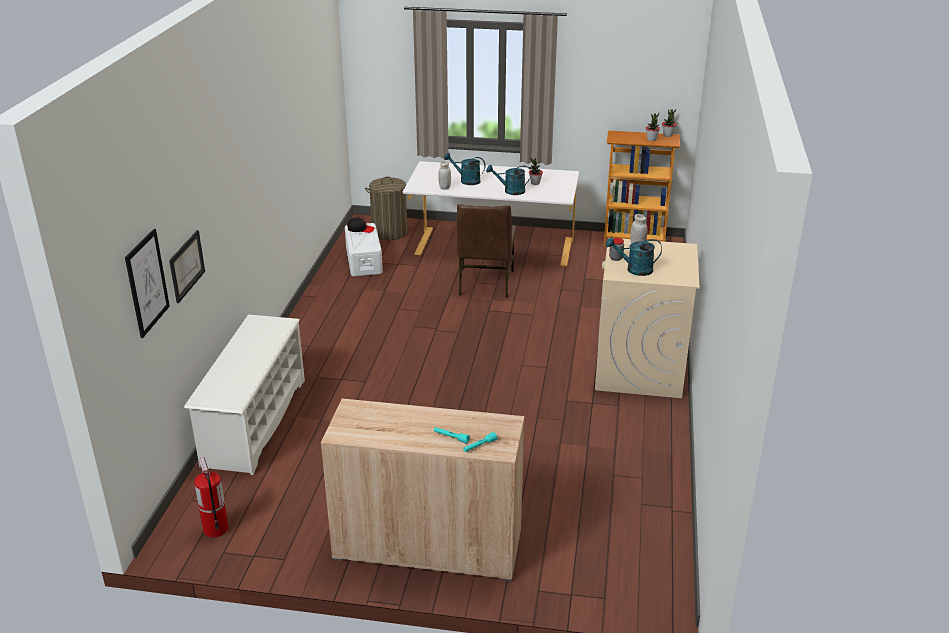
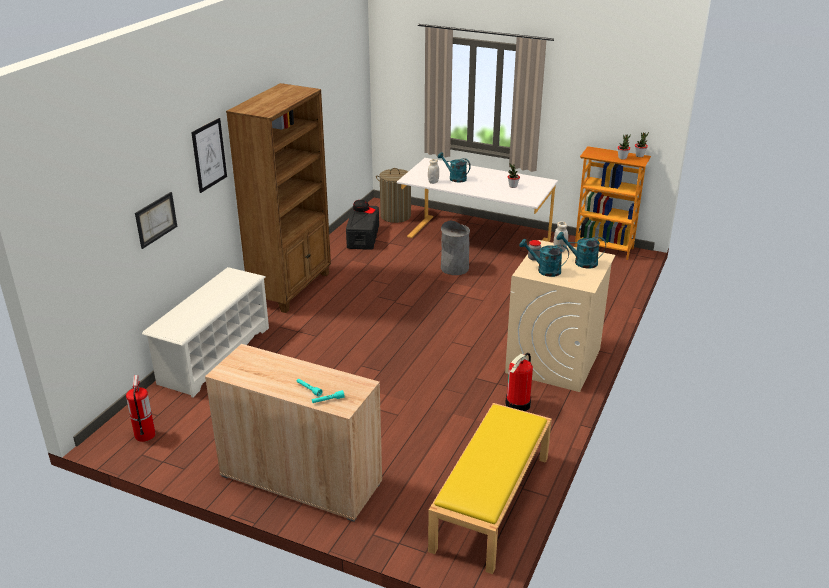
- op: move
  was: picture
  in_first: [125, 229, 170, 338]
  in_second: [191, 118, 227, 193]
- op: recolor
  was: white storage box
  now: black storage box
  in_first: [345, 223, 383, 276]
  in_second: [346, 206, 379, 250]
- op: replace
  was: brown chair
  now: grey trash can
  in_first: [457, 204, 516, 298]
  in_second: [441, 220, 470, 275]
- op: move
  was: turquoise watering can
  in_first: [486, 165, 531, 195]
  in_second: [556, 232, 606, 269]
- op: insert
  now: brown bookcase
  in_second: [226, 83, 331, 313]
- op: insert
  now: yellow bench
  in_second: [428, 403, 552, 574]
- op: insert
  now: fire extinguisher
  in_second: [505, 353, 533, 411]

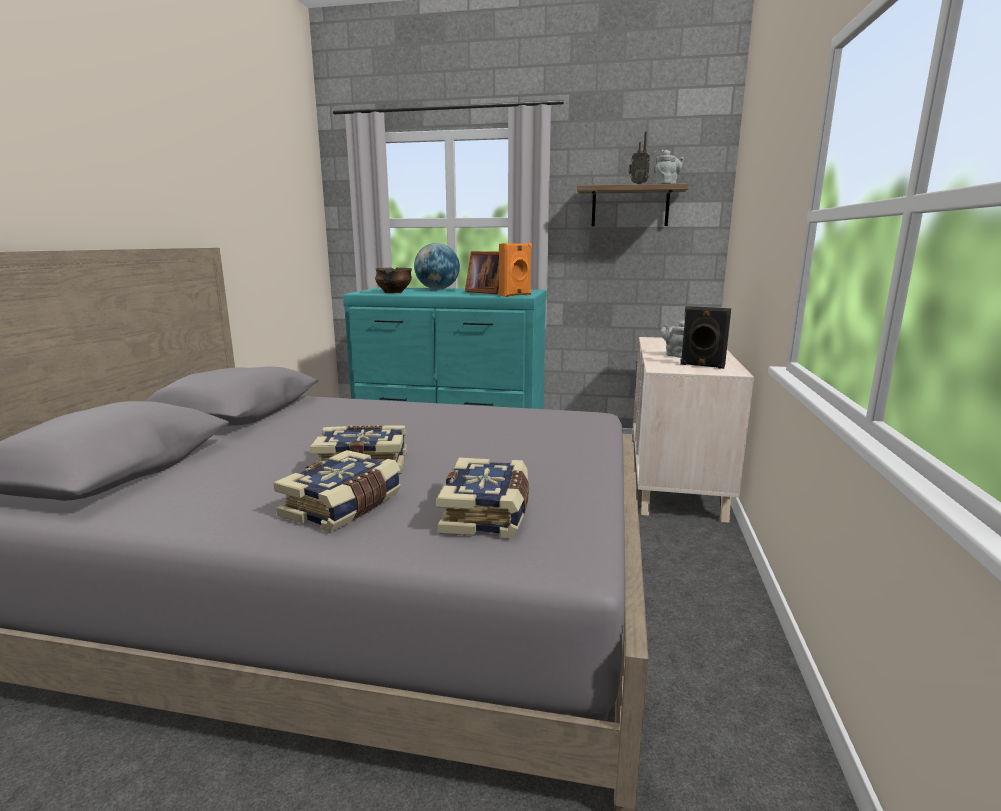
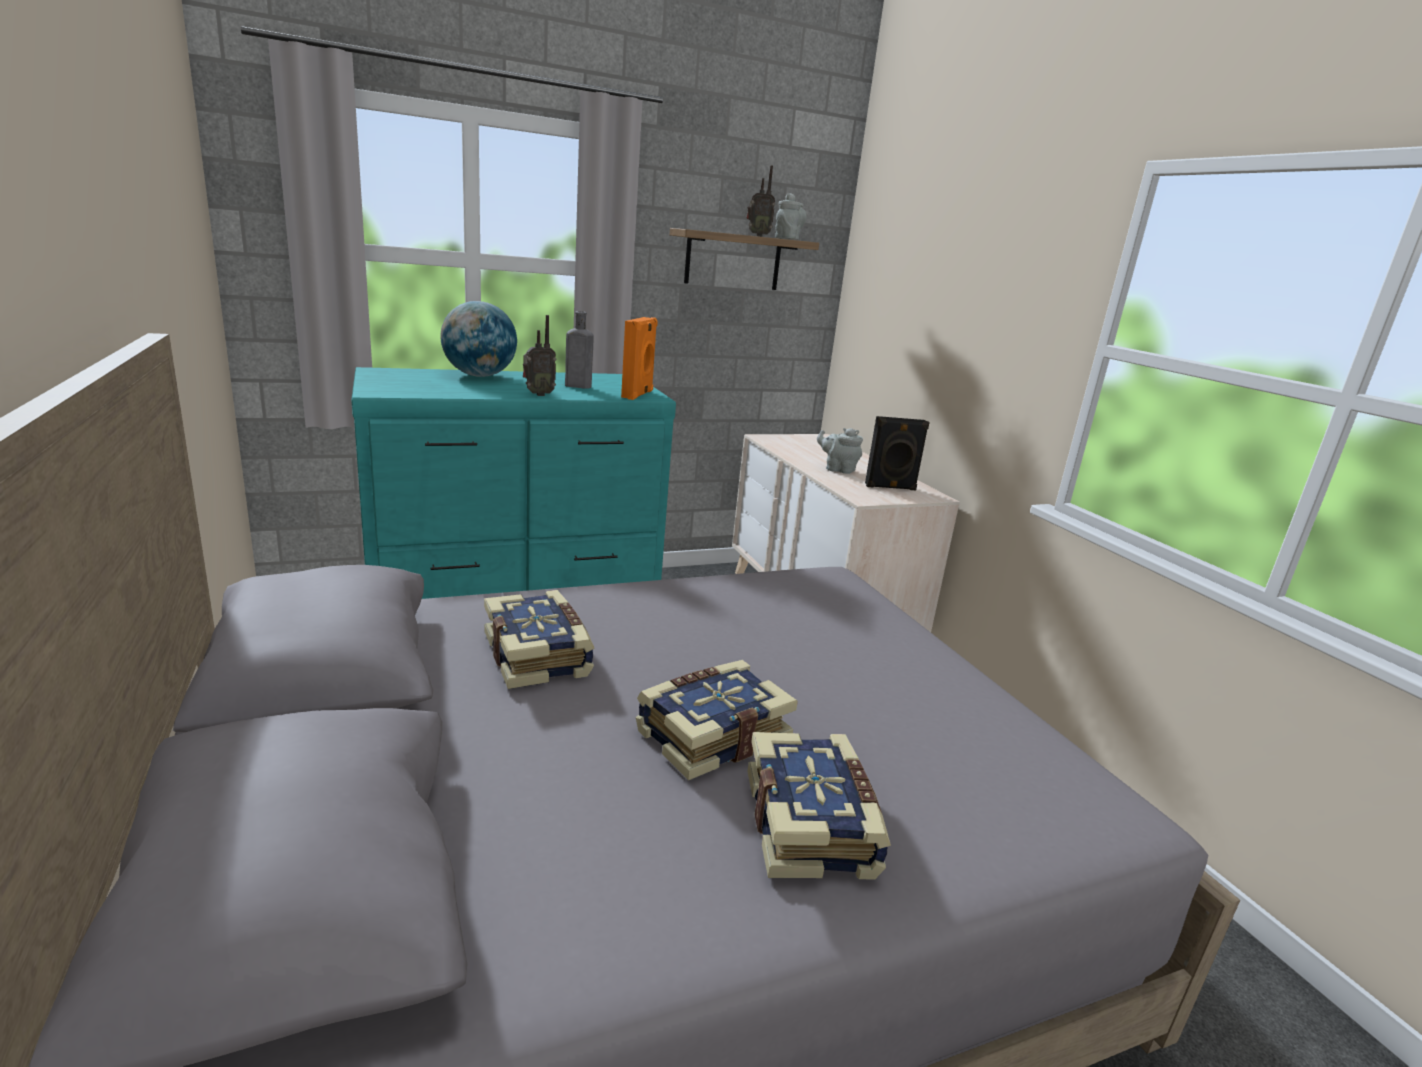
- op: delete
  was: bowl
  in_first: [375, 268, 412, 293]
- op: move
  was: book
  in_first: [437, 458, 529, 538]
  in_second: [484, 590, 594, 689]
- op: replace
  was: picture frame
  now: grey bottle
  in_first: [465, 251, 499, 294]
  in_second: [565, 311, 594, 389]
- op: insert
  now: radio
  in_second: [523, 315, 556, 396]

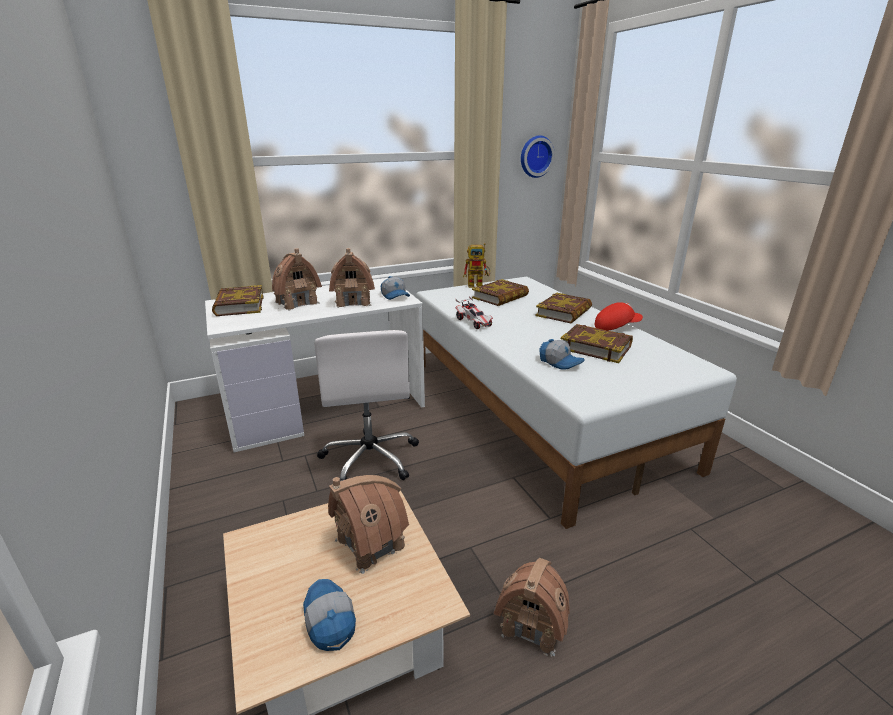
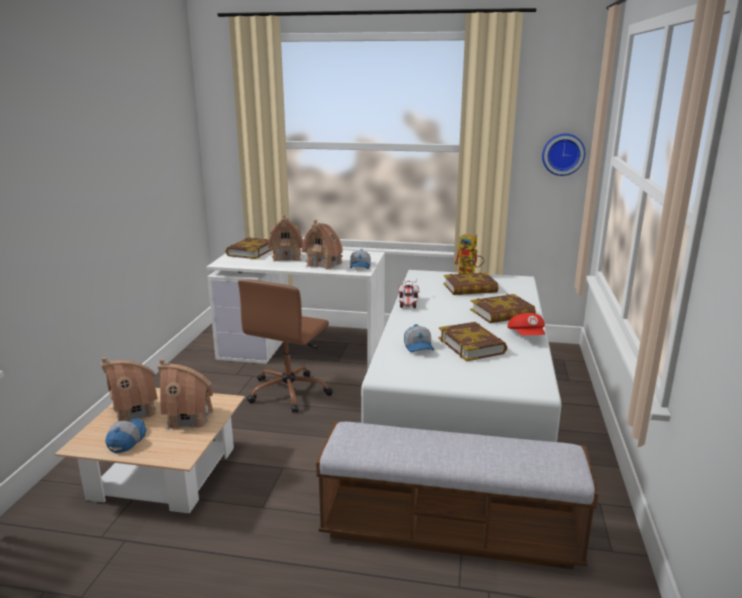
- op: recolor
  was: white office chair
  now: brown office chair
  in_first: [314, 330, 419, 481]
  in_second: [238, 279, 333, 413]
- op: move
  was: toy house
  in_first: [493, 558, 570, 657]
  in_second: [100, 357, 158, 421]
- op: rotate
  was: red cap
  in_first: [595, 302, 643, 331]
  in_second: [507, 313, 545, 335]
  clockwise: 60
- op: insert
  now: bench
  in_second: [316, 421, 598, 570]

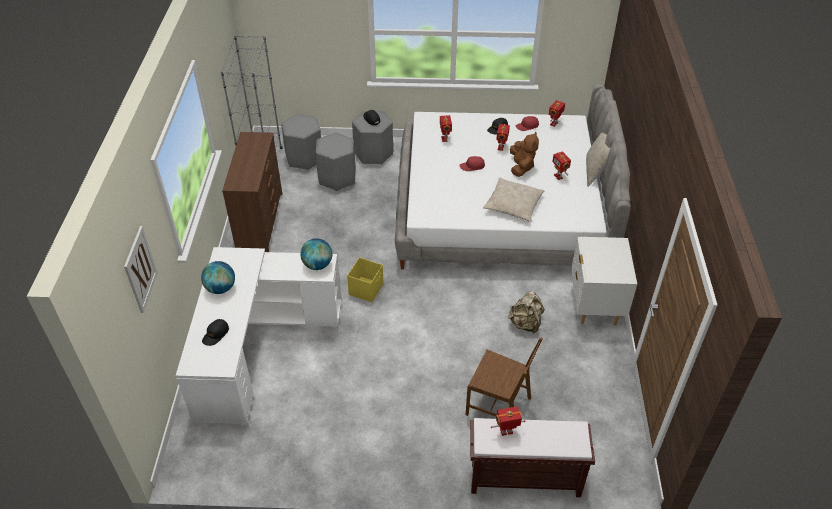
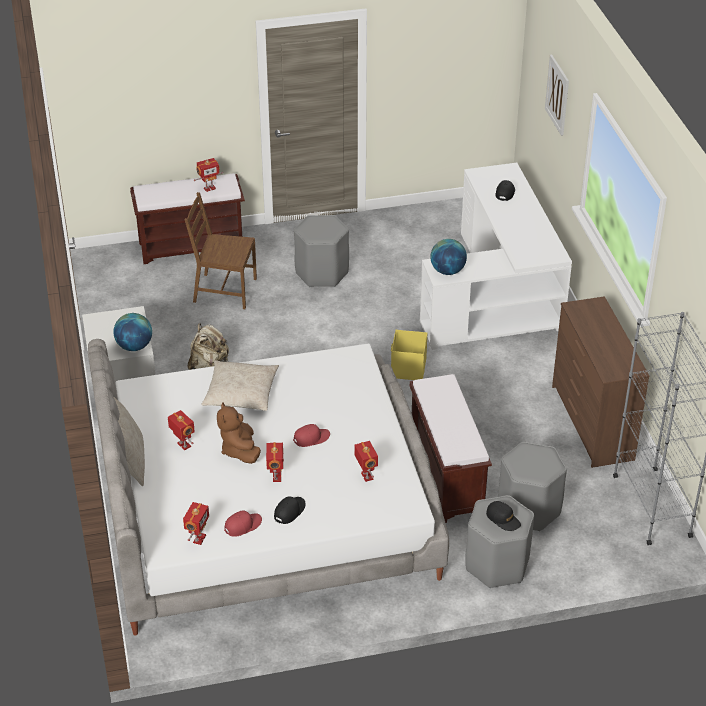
- op: move
  was: globe
  in_first: [201, 261, 235, 294]
  in_second: [113, 313, 152, 351]
- op: move
  was: grey stool
  in_first: [281, 114, 321, 170]
  in_second: [294, 215, 349, 287]
- op: insert
  now: brown bench
  in_second: [409, 374, 492, 523]

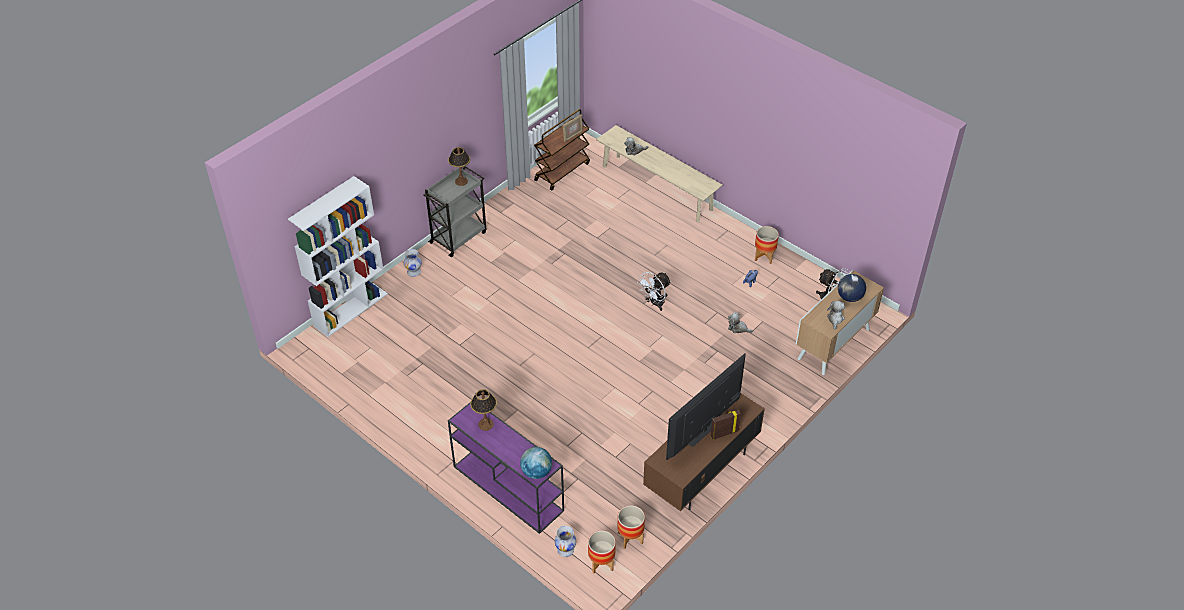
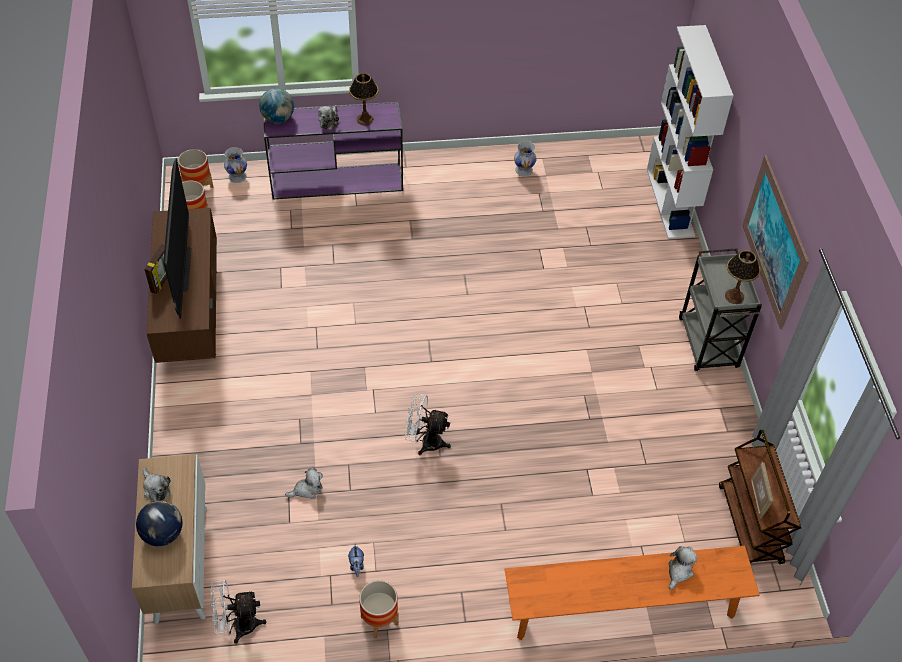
- op: move
  was: white vase
  in_first: [404, 249, 422, 277]
  in_second: [514, 141, 537, 176]
- op: recolor
  was: beige bench
  now: orange bench
  in_first: [596, 125, 723, 222]
  in_second: [505, 546, 760, 640]
- op: rotate
  was: white fan
  in_first: [637, 272, 671, 311]
  in_second: [405, 393, 451, 455]
  clockwise: -75
- op: insert
  now: plush toy
  in_second: [318, 105, 339, 130]
- op: insert
  now: picture
  in_second: [742, 155, 809, 329]

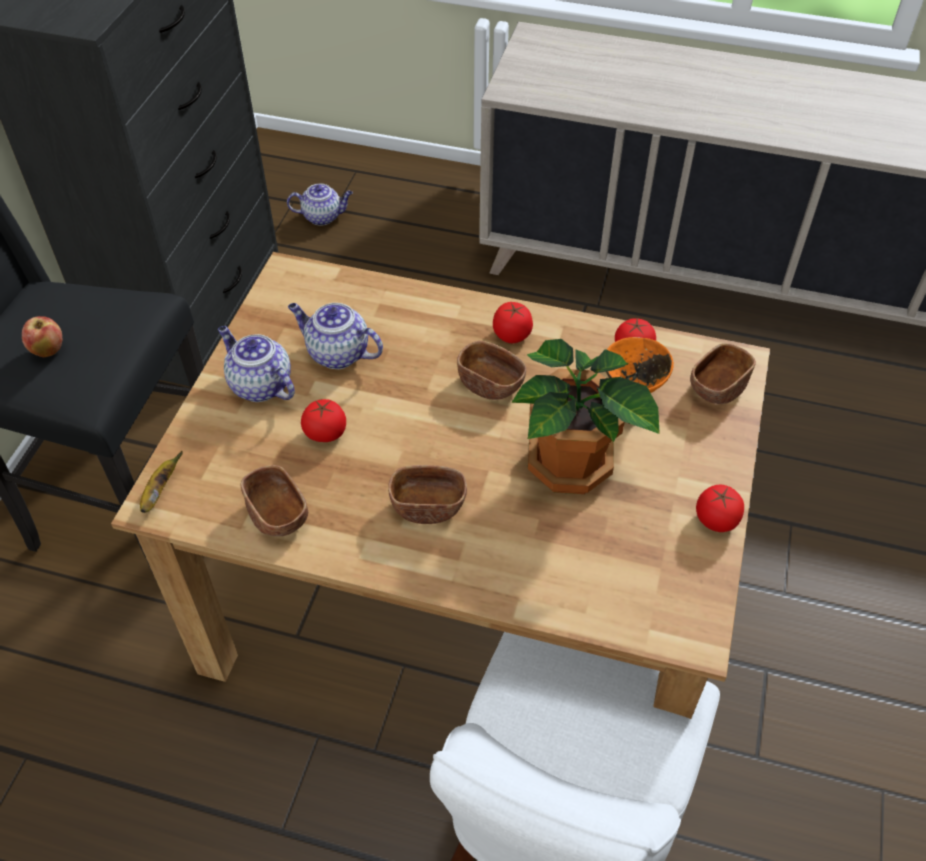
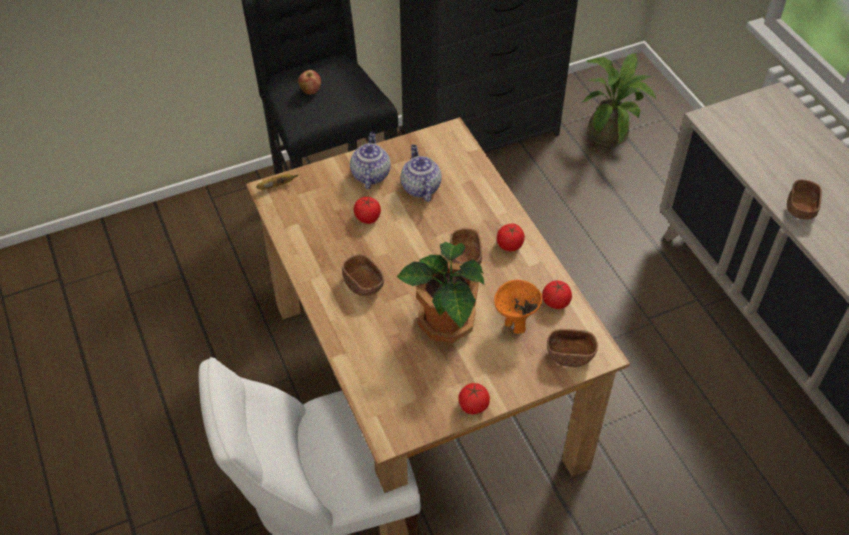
- op: move
  was: brown bowl
  in_first: [240, 465, 308, 536]
  in_second: [787, 179, 822, 220]
- op: replace
  was: teapot
  now: potted plant
  in_first: [287, 184, 353, 226]
  in_second: [581, 53, 656, 147]

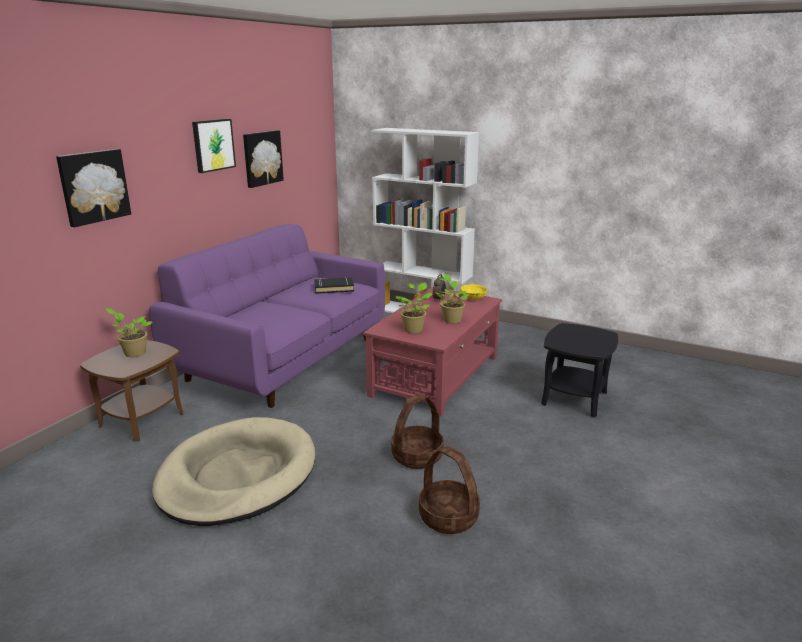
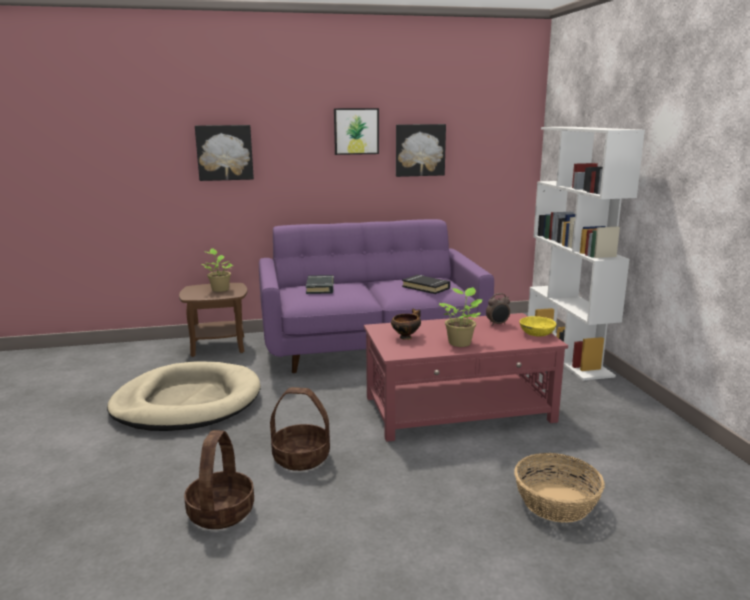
- op: replace
  was: potted plant
  now: bowl
  in_first: [394, 282, 432, 333]
  in_second: [391, 308, 421, 340]
- op: replace
  was: black side table
  now: basket
  in_first: [541, 323, 618, 417]
  in_second: [514, 453, 605, 523]
- op: insert
  now: black book
  in_second: [306, 275, 334, 294]

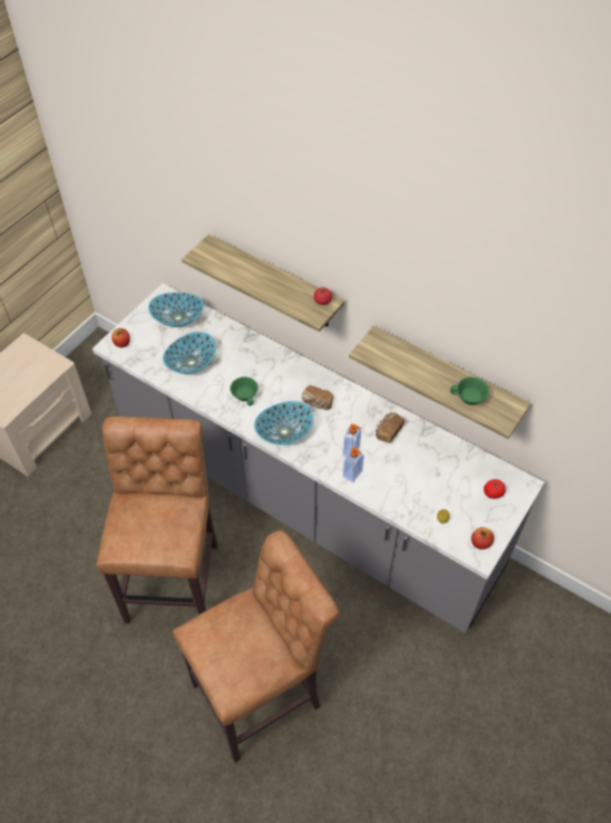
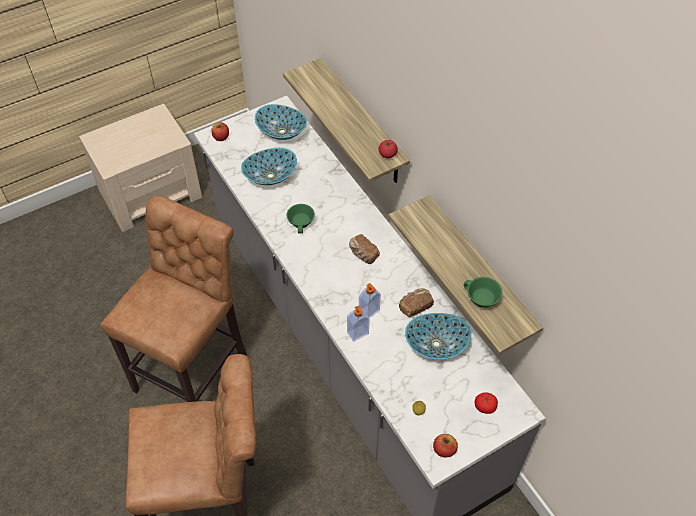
- op: move
  was: bowl
  in_first: [254, 401, 314, 445]
  in_second: [405, 313, 471, 360]

